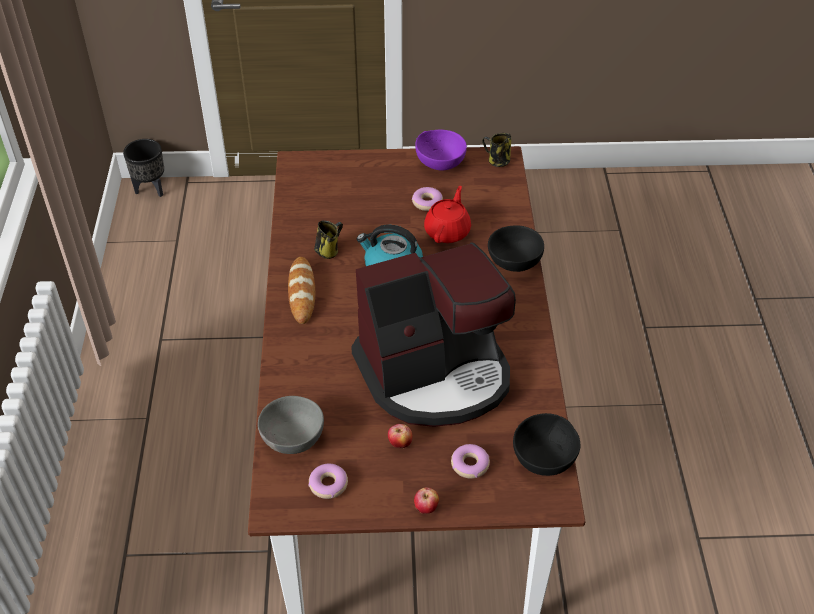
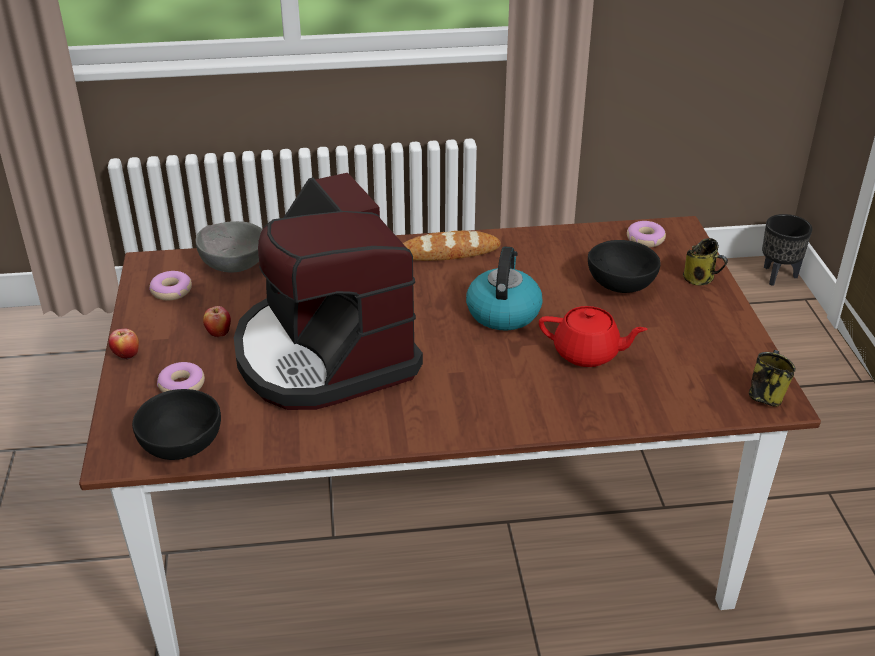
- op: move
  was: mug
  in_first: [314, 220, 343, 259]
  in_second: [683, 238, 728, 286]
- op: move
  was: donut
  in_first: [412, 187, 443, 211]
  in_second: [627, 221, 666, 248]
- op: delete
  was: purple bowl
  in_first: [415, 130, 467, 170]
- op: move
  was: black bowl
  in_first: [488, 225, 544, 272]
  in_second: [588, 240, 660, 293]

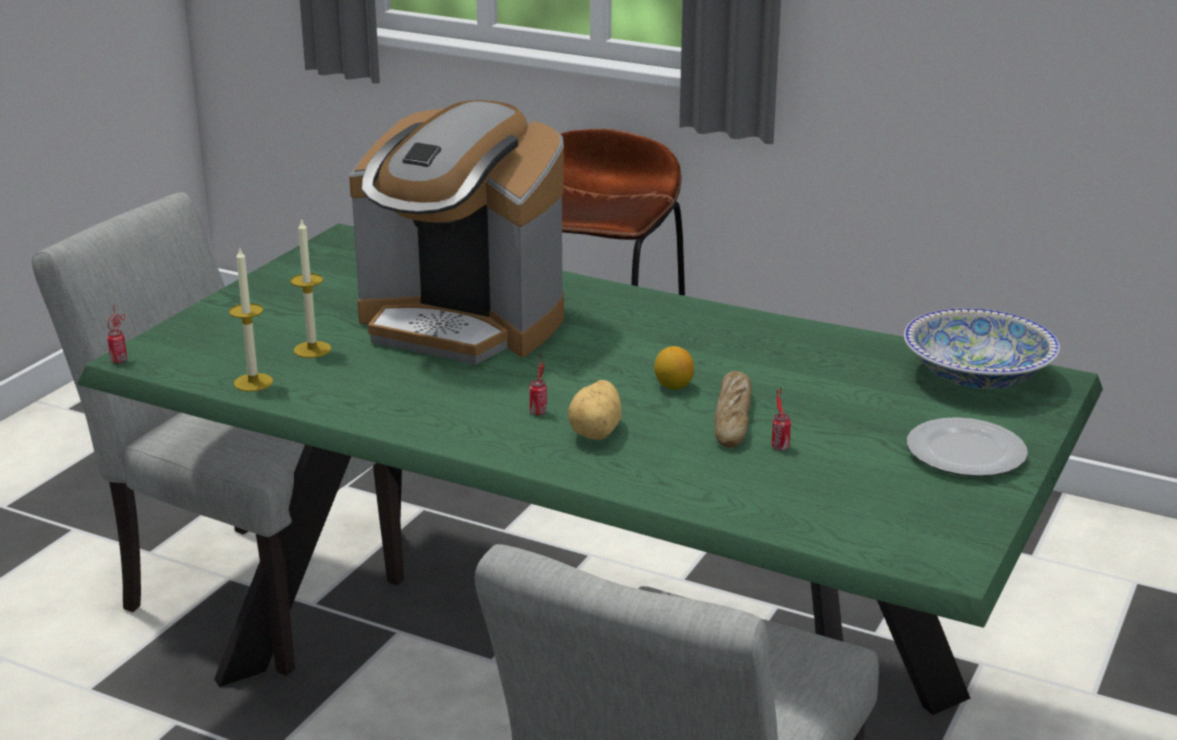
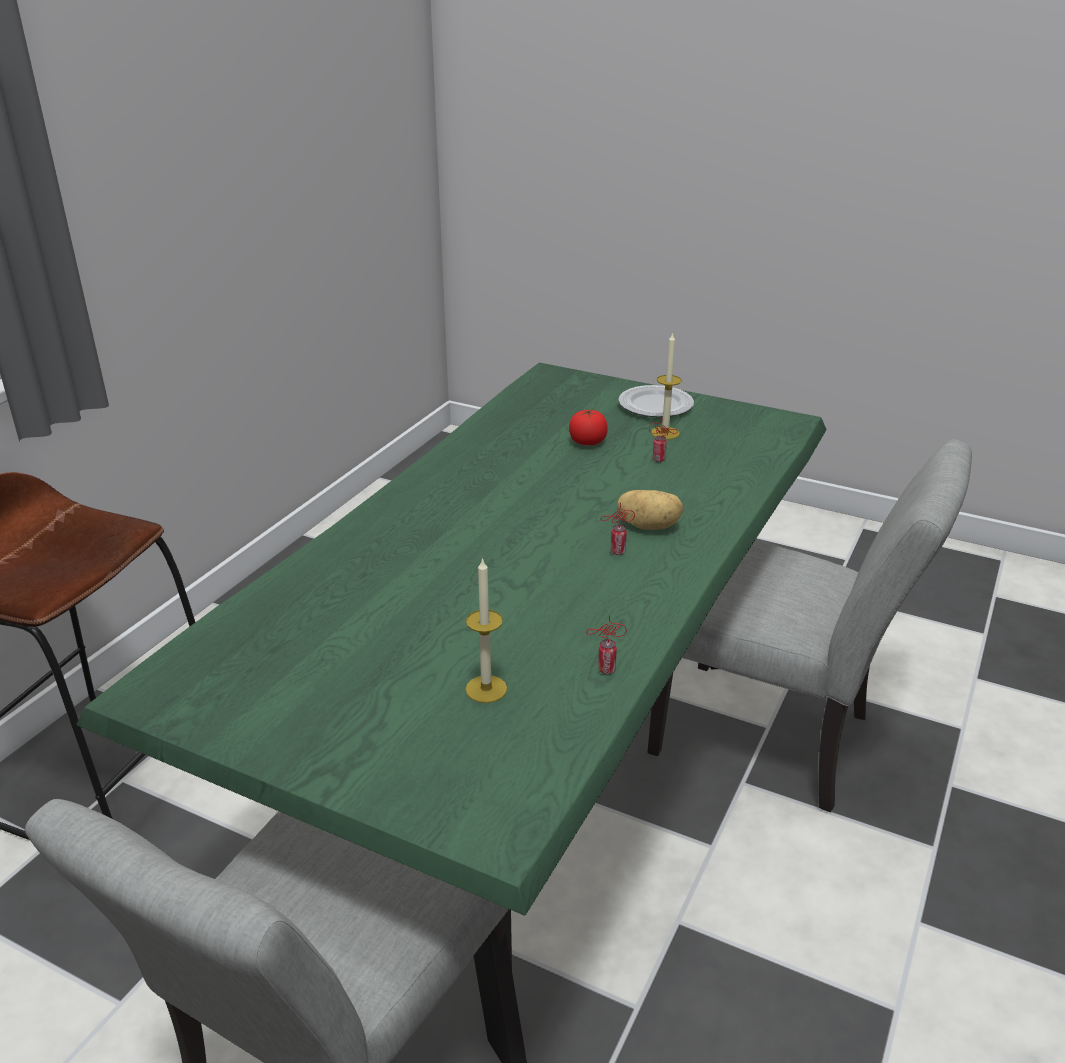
- op: move
  was: can
  in_first: [107, 305, 127, 363]
  in_second: [586, 615, 627, 674]
- op: move
  was: candle
  in_first: [229, 249, 273, 392]
  in_second: [651, 332, 682, 440]
- op: delete
  was: coffee machine
  in_first: [349, 100, 564, 365]
- op: delete
  was: lemon
  in_first: [654, 346, 694, 390]
- op: delete
  was: bread
  in_first: [714, 371, 752, 448]
- op: delete
  was: bowl
  in_first: [904, 308, 1060, 389]
- op: insert
  now: tomato
  in_second: [569, 409, 608, 445]

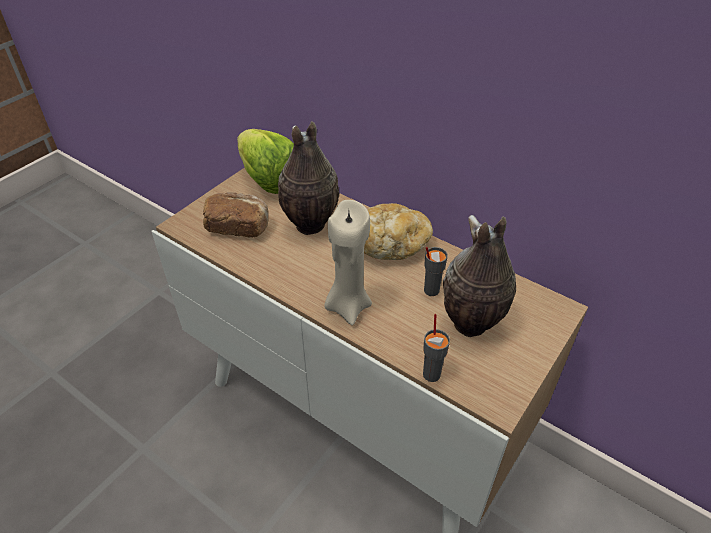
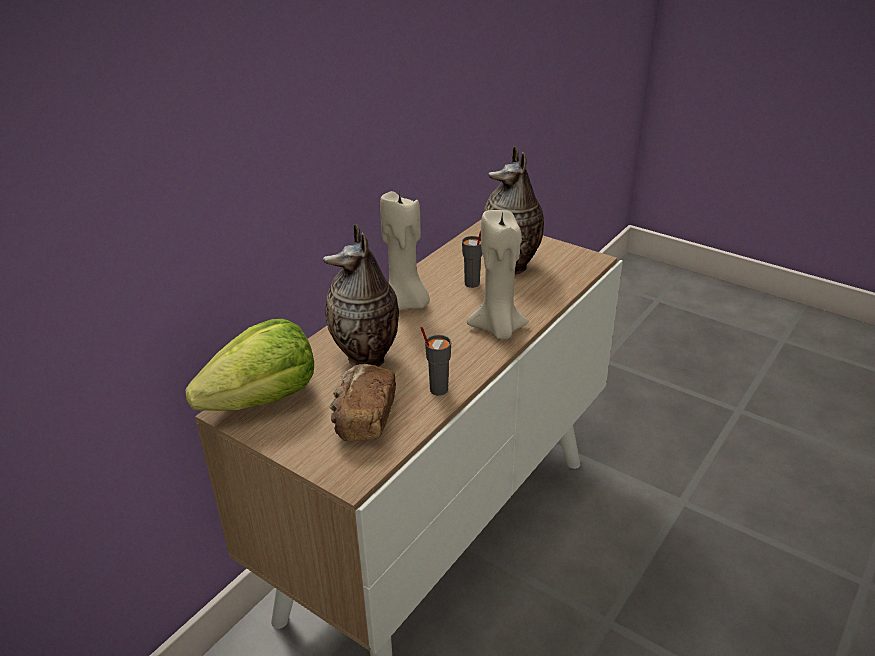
- op: replace
  was: bread
  now: beige candle
  in_first: [364, 203, 433, 260]
  in_second: [380, 189, 430, 310]
- op: move
  was: grey cup
  in_first: [423, 314, 450, 382]
  in_second: [421, 327, 451, 396]

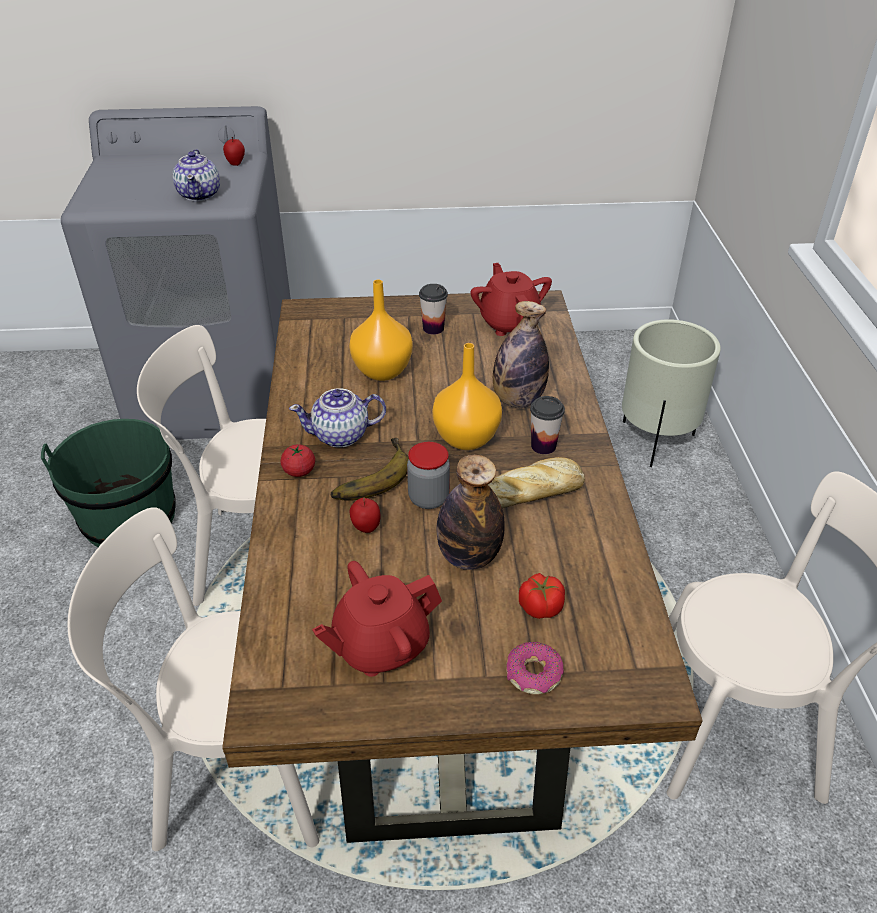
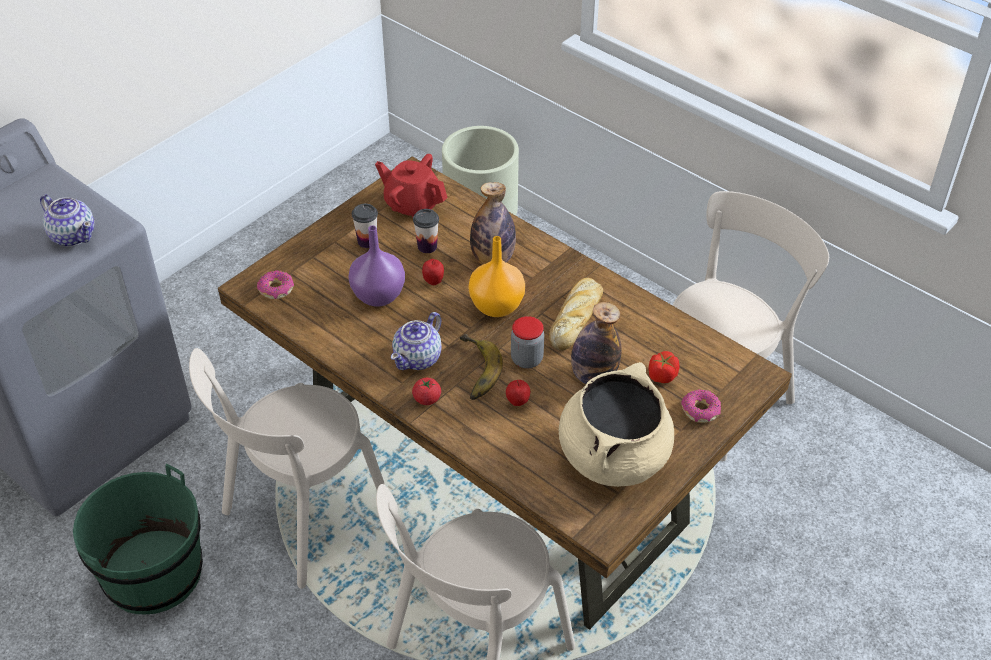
- op: move
  was: apple
  in_first: [223, 137, 245, 166]
  in_second: [422, 259, 444, 285]
- op: replace
  was: red teapot
  now: beige cooking pot
  in_first: [312, 561, 442, 677]
  in_second: [558, 362, 674, 487]
- op: recolor
  was: orange vase
  now: purple vase
  in_first: [349, 280, 413, 381]
  in_second: [348, 225, 405, 307]
- op: move
  was: cup
  in_first: [530, 396, 565, 454]
  in_second: [413, 209, 439, 253]
- op: insert
  now: donut
  in_second: [257, 270, 294, 299]

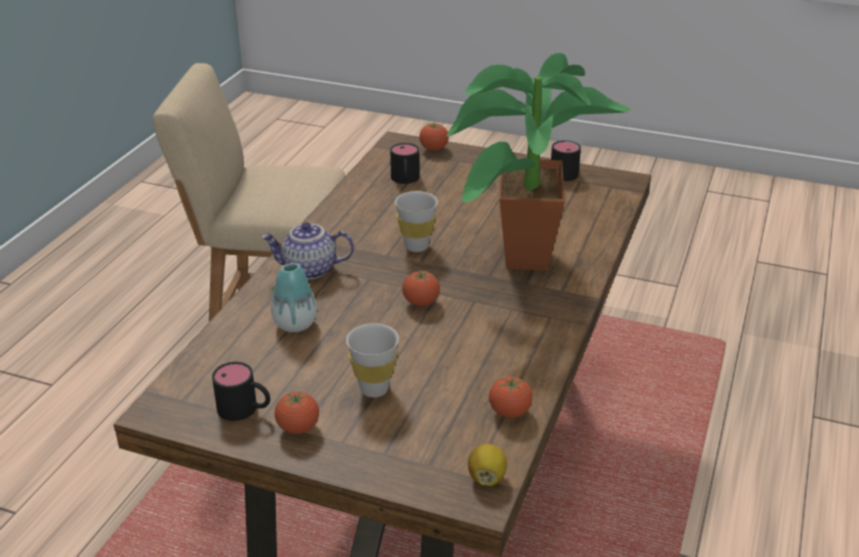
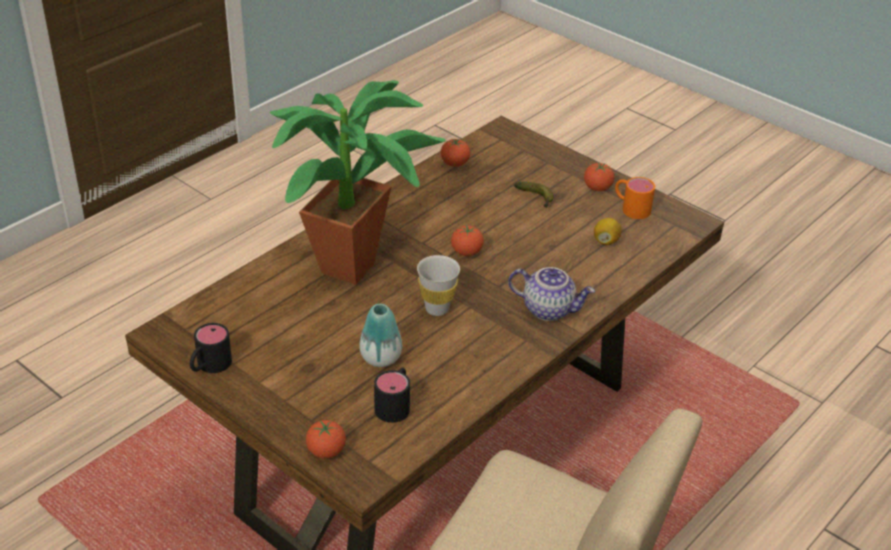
- op: recolor
  was: black mug
  now: orange mug
  in_first: [212, 362, 270, 421]
  in_second: [615, 177, 655, 219]
- op: move
  was: vase
  in_first: [271, 263, 317, 332]
  in_second: [360, 304, 402, 367]
- op: replace
  was: white cup
  now: banana
  in_first: [346, 323, 399, 397]
  in_second: [514, 182, 554, 208]
- op: move
  was: lemon
  in_first: [468, 444, 507, 486]
  in_second: [594, 218, 621, 245]

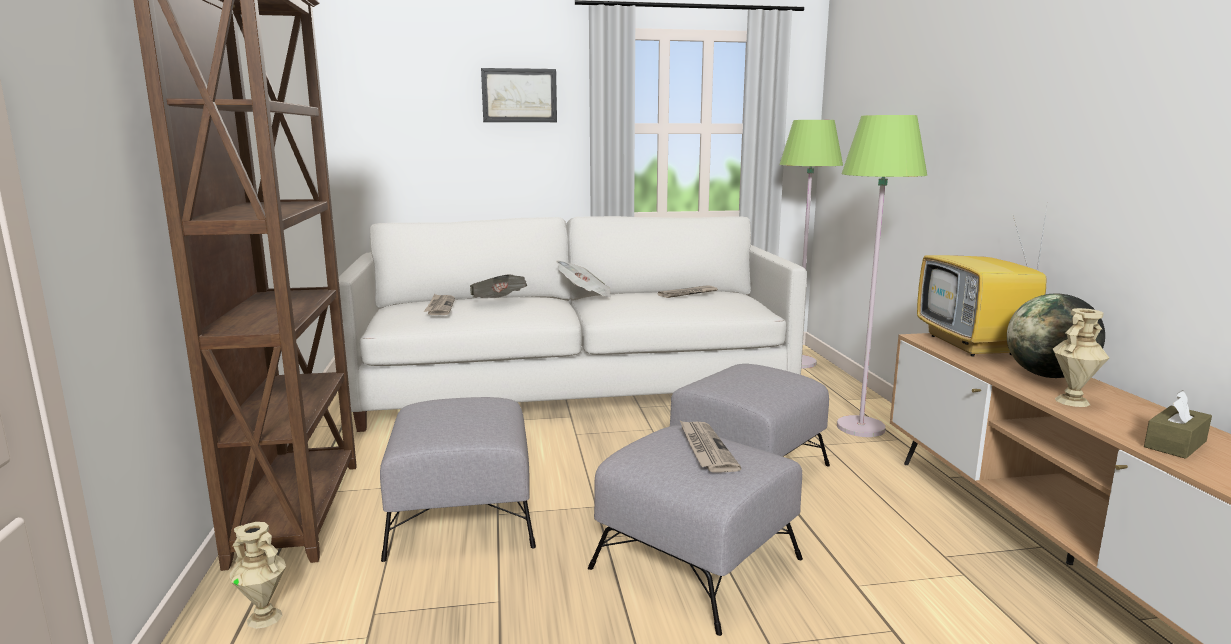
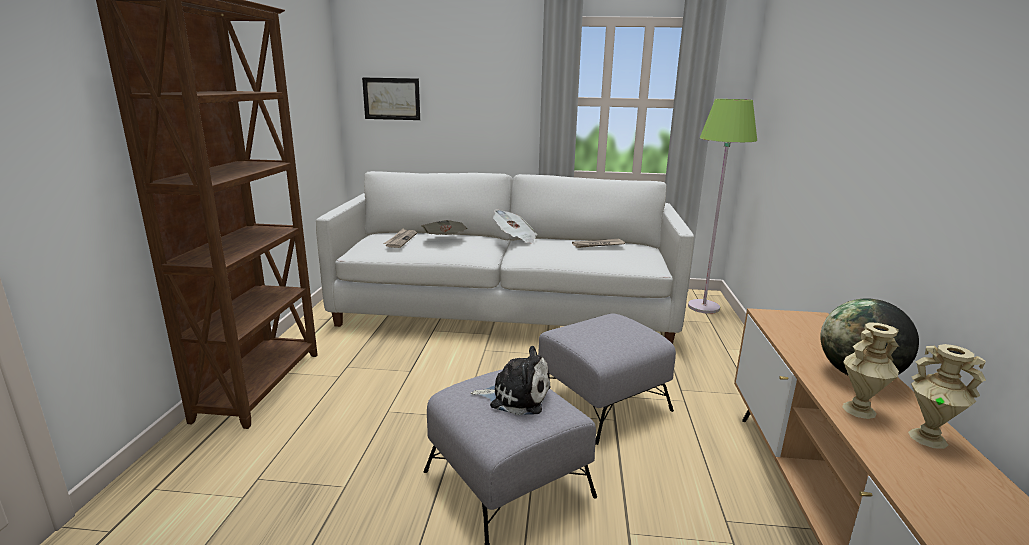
- op: move
  was: beige vase
  in_first: [230, 522, 286, 629]
  in_second: [908, 344, 986, 449]
- op: delete
  was: grey ottoman
  in_first: [380, 397, 536, 562]
- op: move
  was: picture
  in_first: [481, 68, 557, 122]
  in_second: [362, 77, 420, 120]
- op: replace
  was: newspaper
  now: plush toy
  in_first: [680, 421, 742, 473]
  in_second: [471, 346, 551, 415]
- op: delete
  was: green floor lamp
  in_first: [837, 115, 927, 437]
- op: delete
  was: television
  in_first: [917, 201, 1048, 357]
- op: delete
  was: brown tissue box
  in_first: [1144, 390, 1212, 459]

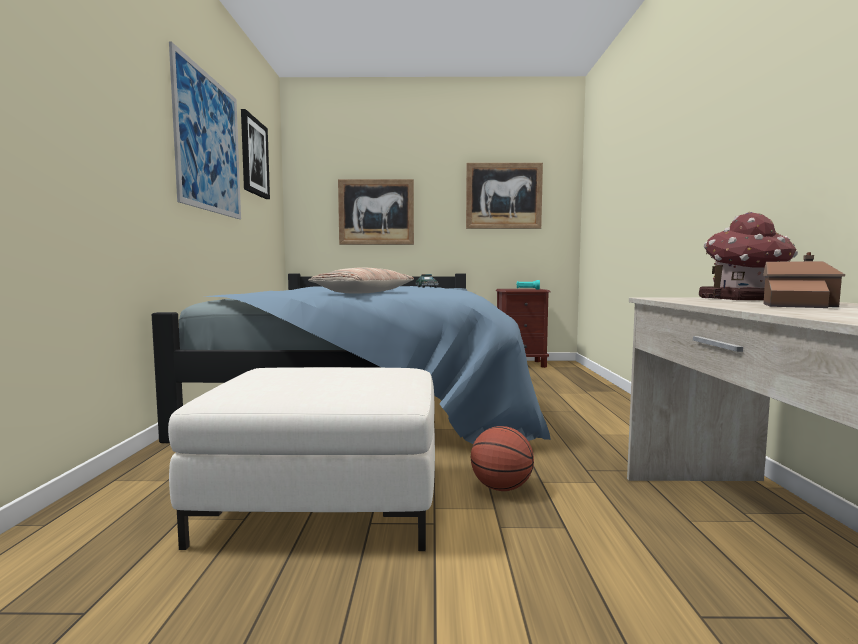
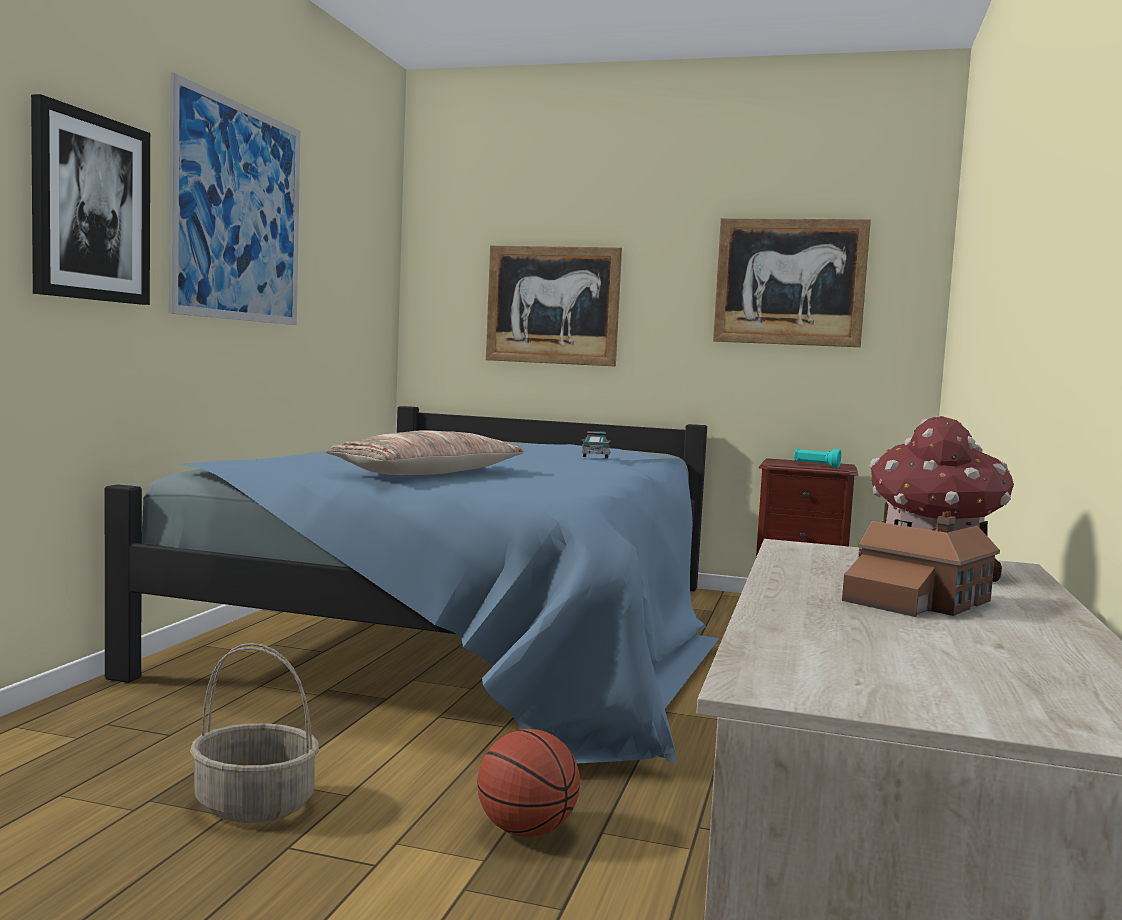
- op: replace
  was: white ottoman
  now: basket
  in_first: [168, 367, 435, 551]
  in_second: [190, 643, 319, 823]
- op: move
  was: picture
  in_first: [241, 109, 270, 199]
  in_second: [31, 94, 150, 305]

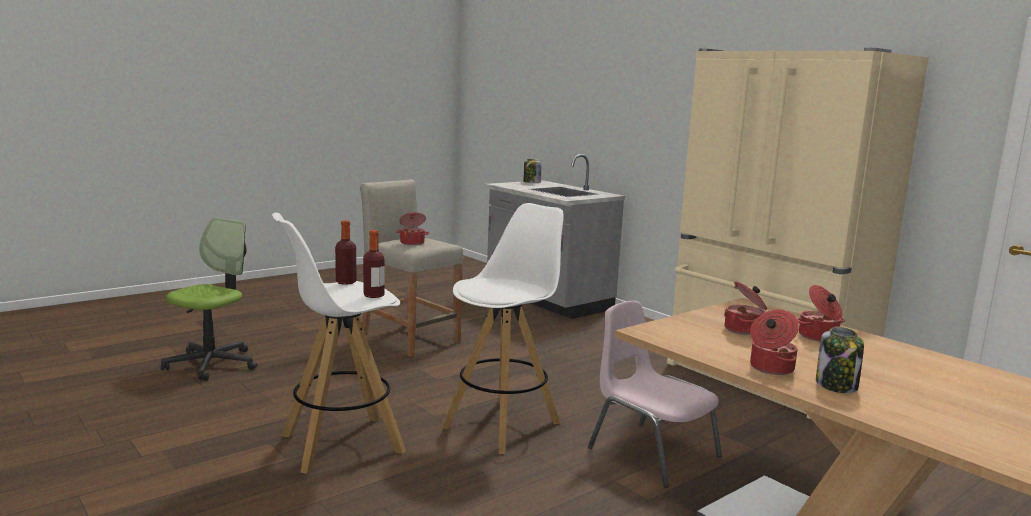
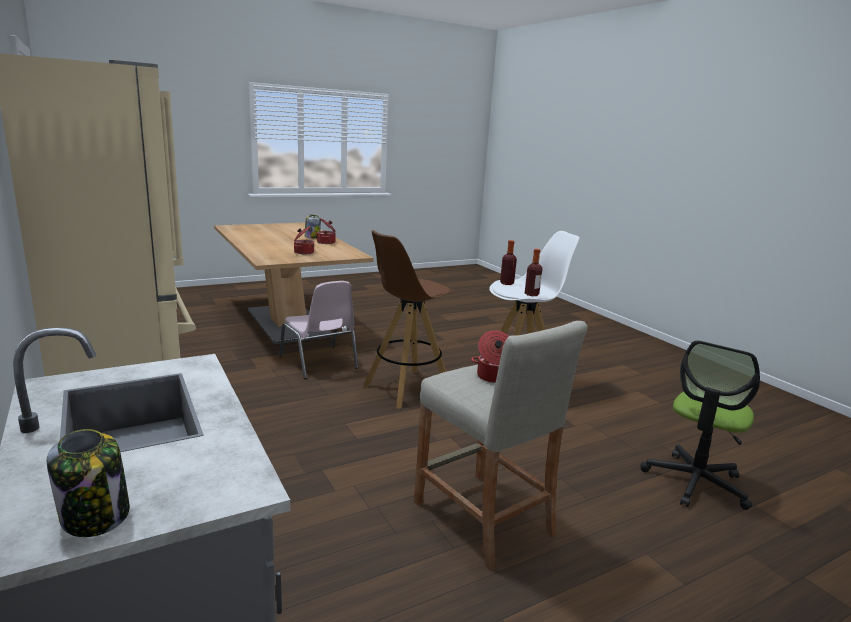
- op: recolor
  was: white stool
  now: brown stool
  in_first: [441, 203, 564, 454]
  in_second: [363, 230, 453, 409]
- op: delete
  was: cooking pot
  in_first: [797, 285, 845, 341]

